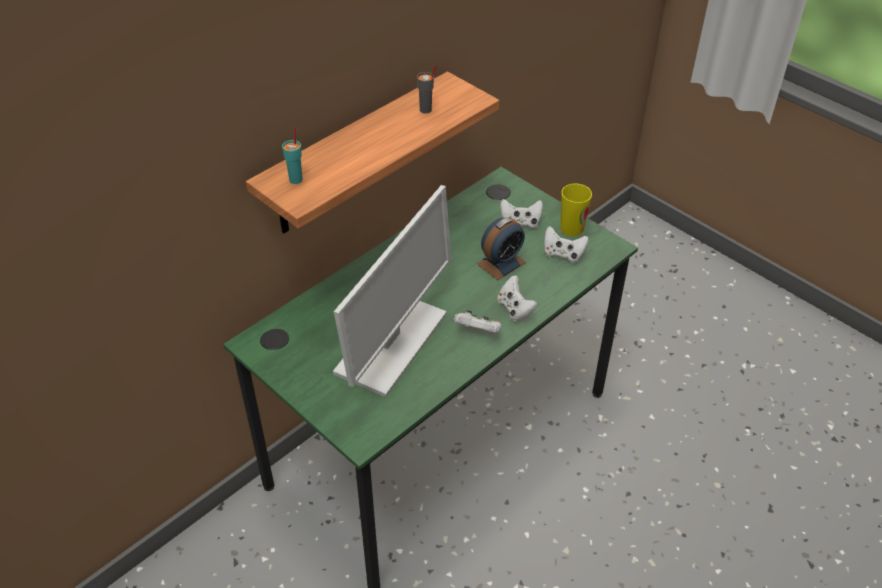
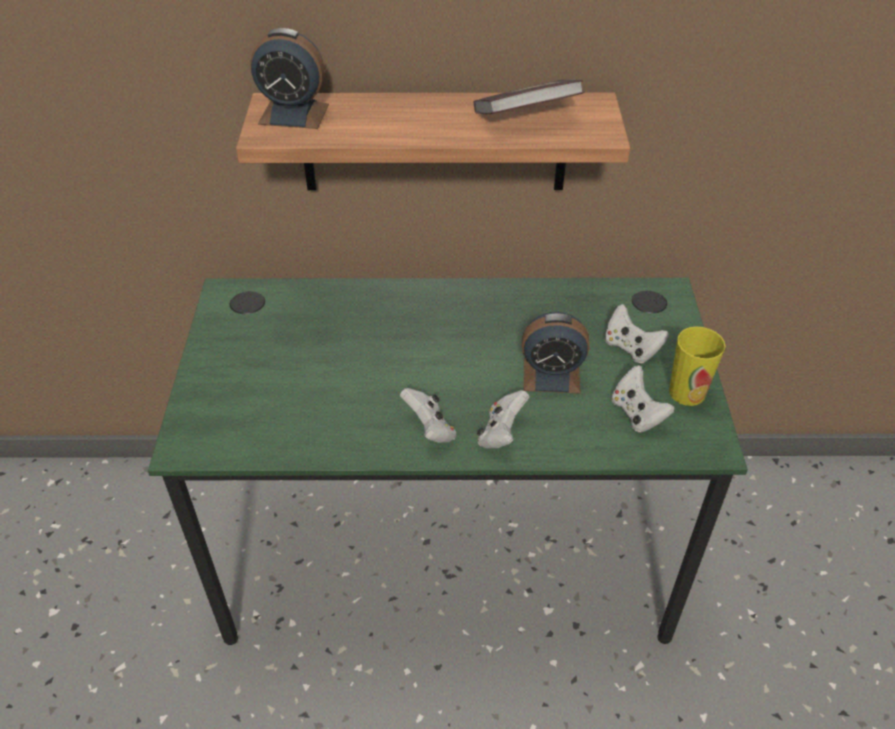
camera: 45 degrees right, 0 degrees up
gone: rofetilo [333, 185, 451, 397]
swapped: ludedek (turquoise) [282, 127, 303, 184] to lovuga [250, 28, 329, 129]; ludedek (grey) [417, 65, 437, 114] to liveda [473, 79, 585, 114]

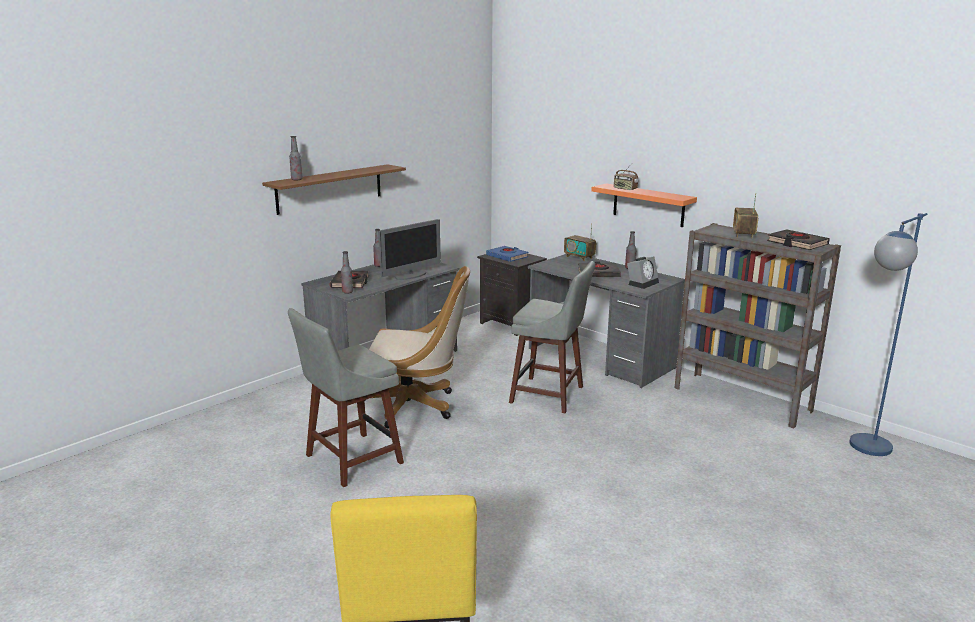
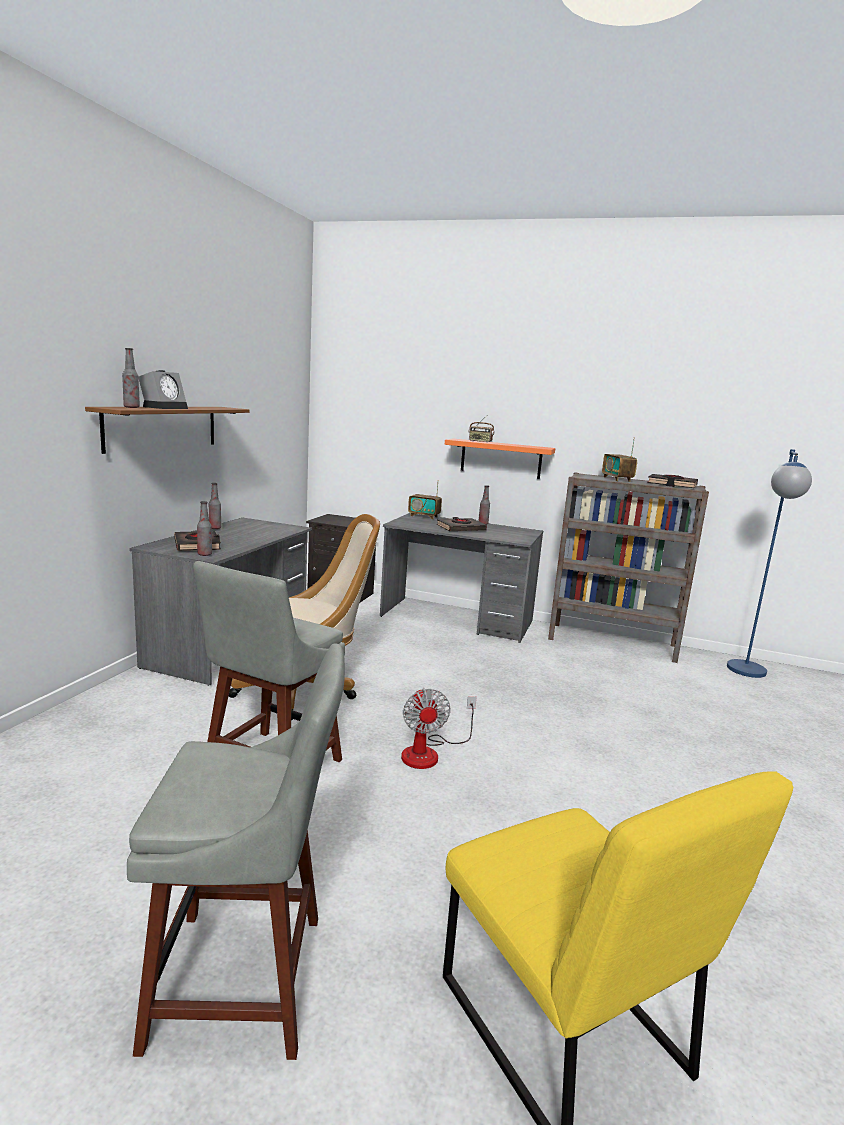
camera: 25 degrees left, 5 degrees down
gone: rofetilo [379, 219, 441, 280]; liveda (blue) [486, 246, 529, 262]
new: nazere [401, 688, 477, 769]
shifted: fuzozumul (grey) [509, 261, 595, 413] to [127, 643, 345, 1060]; lovuga [627, 256, 659, 289] to [138, 370, 188, 409]

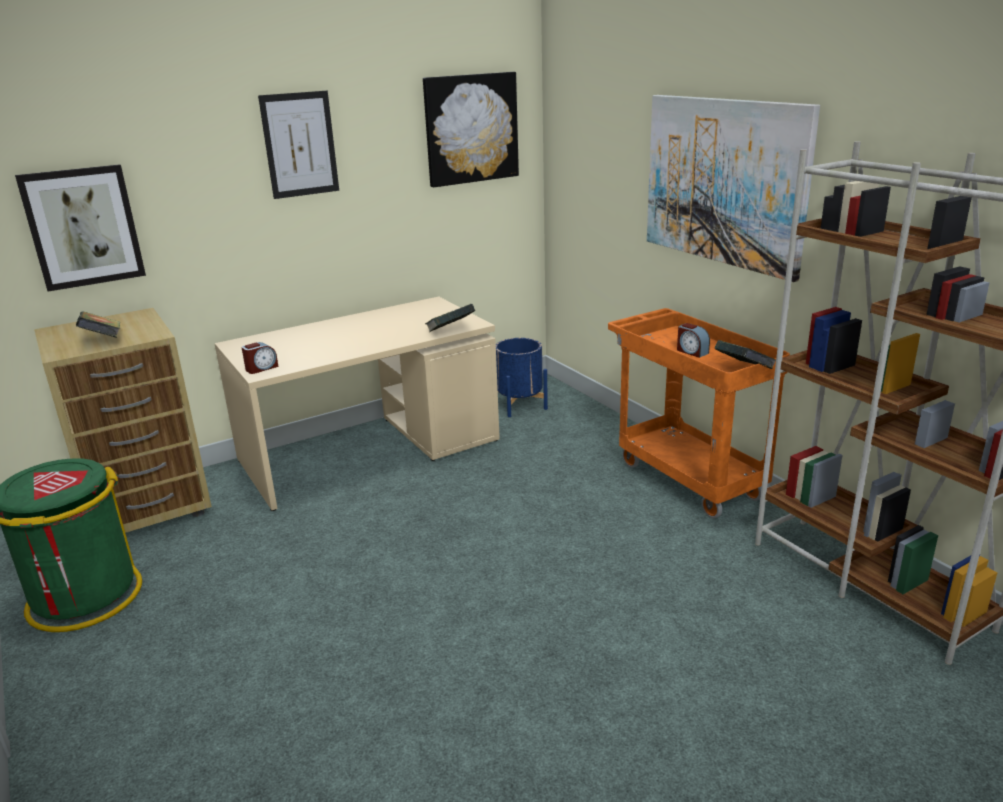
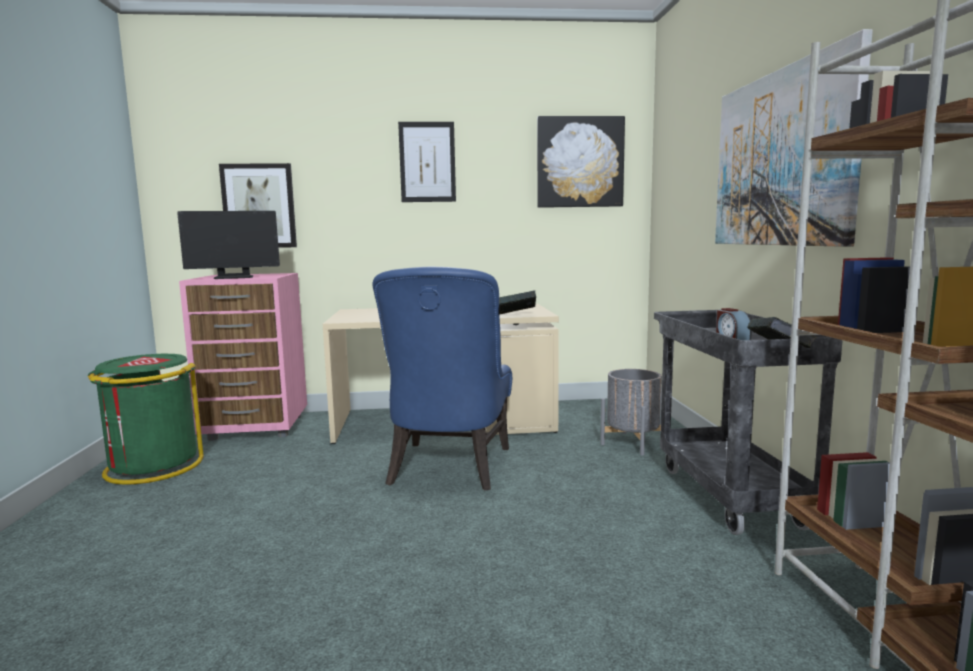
camera: 25 degrees right, 15 degrees down
gone: lovuga [242, 342, 279, 374]; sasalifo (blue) [496, 338, 548, 417]
new: fuzozumul (blue) [373, 267, 512, 490]; sasalifo (grey) [600, 369, 662, 456]
swapped: liveda [76, 311, 120, 338] to rofetilo [177, 211, 280, 279]
repainted: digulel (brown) [34, 308, 212, 533] to digulel (pink) [179, 273, 307, 441]; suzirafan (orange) [608, 308, 790, 518] to suzirafan (grey) [654, 310, 843, 535]

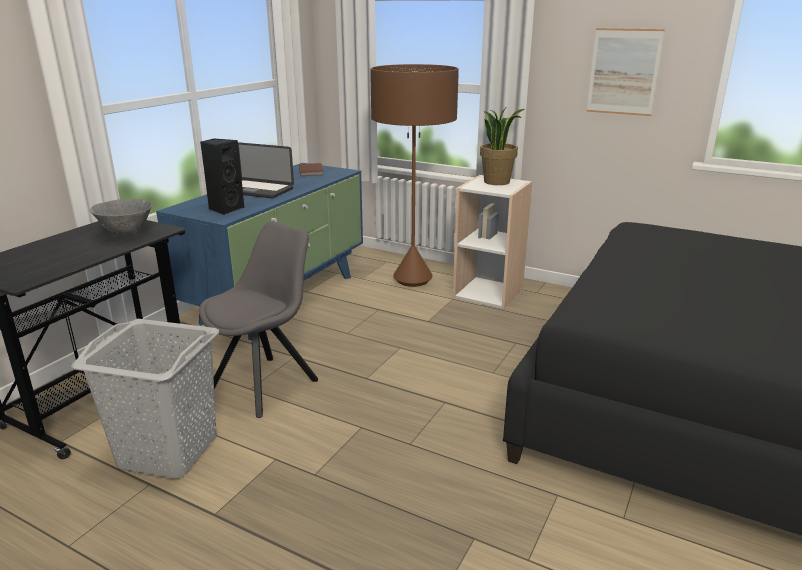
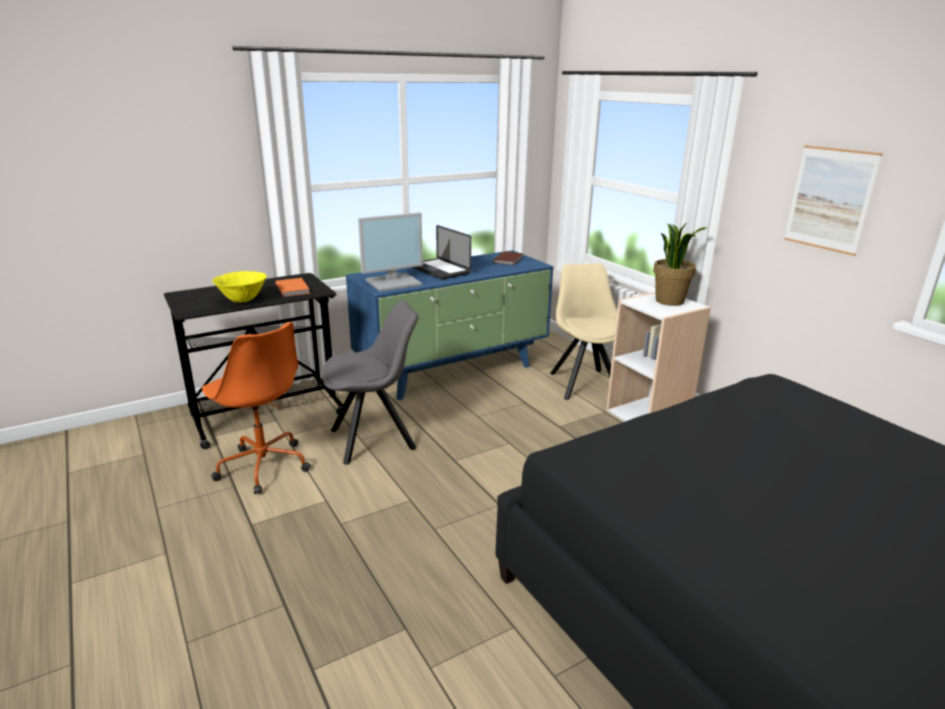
camera: 30 degrees right, 0 degrees up
new: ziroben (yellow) [213, 271, 267, 303]
swapped: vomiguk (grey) [71, 319, 219, 479] to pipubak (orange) [202, 322, 311, 494]; ziroben (grey) [89, 199, 152, 235] to liveda (orange) [275, 278, 310, 297]; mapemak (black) [200, 138, 244, 215] to rofetilo [358, 212, 423, 292]; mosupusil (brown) [370, 64, 459, 287] to fuzozumul (beige) [550, 263, 617, 400]

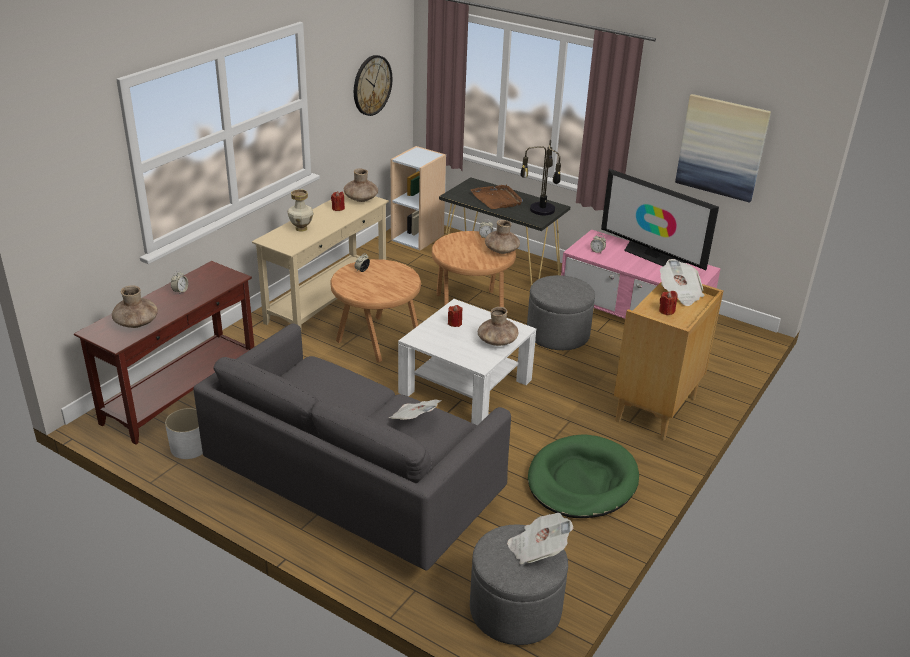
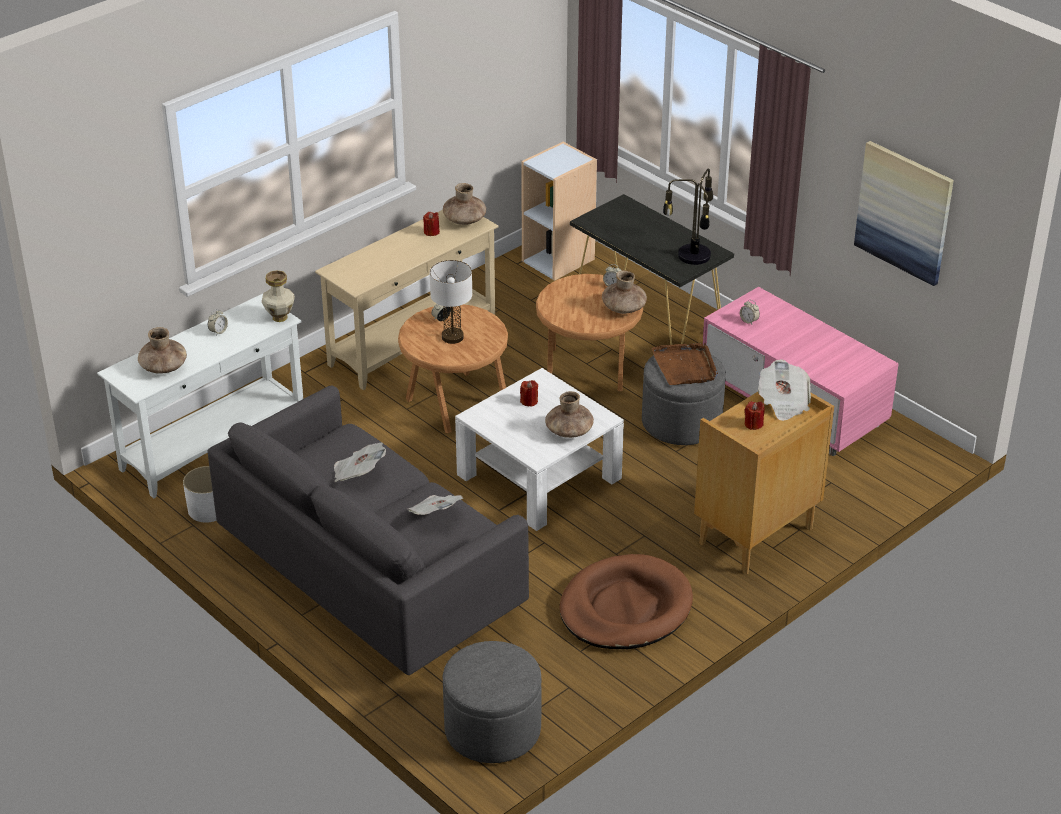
camera: 15 degrees right, 5 degrees up
gone: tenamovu [354, 55, 392, 116]; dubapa [601, 169, 719, 270]
new: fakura [430, 260, 472, 344]
shifted: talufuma [288, 189, 314, 232] to [262, 270, 295, 322]; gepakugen [507, 513, 573, 564] to [334, 442, 386, 482]; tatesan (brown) [471, 185, 523, 209] to [652, 343, 718, 385]
repainted: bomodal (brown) [74, 261, 254, 444] to bomodal (white) [97, 294, 303, 499]; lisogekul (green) [528, 435, 639, 518] to lisogekul (brown) [559, 554, 693, 649]

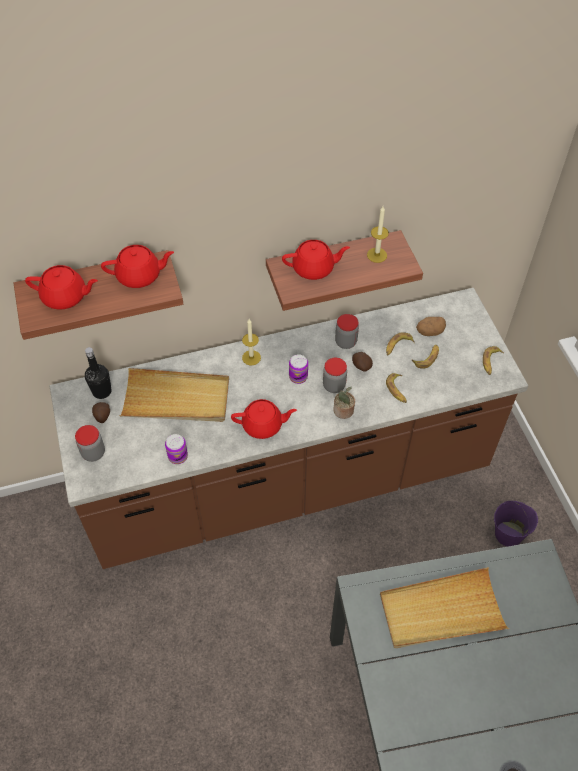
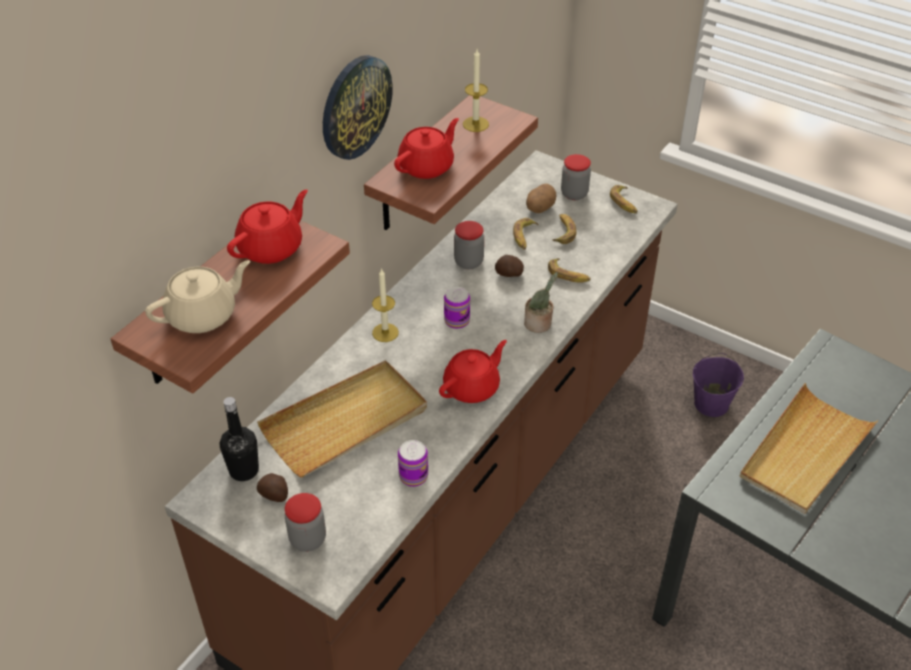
camera: 40 degrees left, 10 degrees down
new: tenamovu [323, 55, 393, 160]
shifted: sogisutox [323, 358, 347, 393] to [561, 154, 591, 200]
repainted: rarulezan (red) [25, 265, 98, 309] to rarulezan (beige) [145, 260, 250, 333]

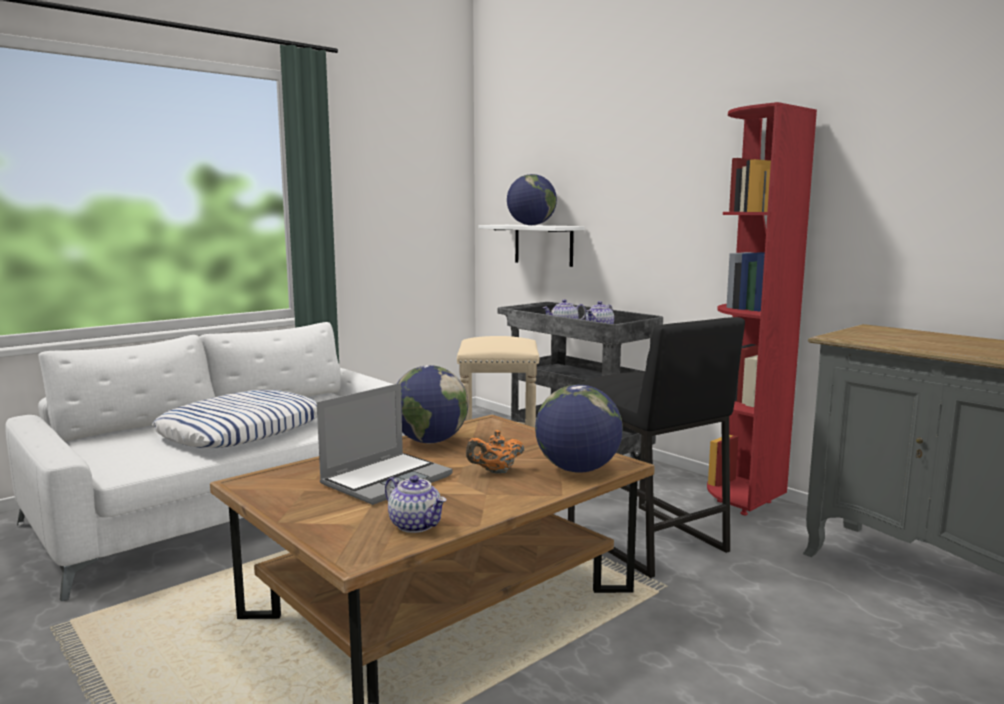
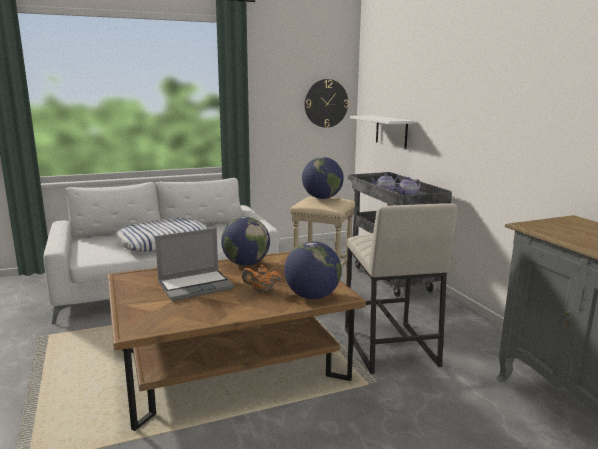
camera: 20 degrees right, 5 degrees up
gone: rarulezan [385, 475, 446, 533]; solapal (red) [707, 102, 817, 515]
new: tenamovu [305, 79, 349, 128]
shifted: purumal [507, 174, 557, 225] to [302, 157, 344, 199]
repainted: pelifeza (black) [568, 317, 745, 578] to pelifeza (beige) [345, 203, 457, 374]

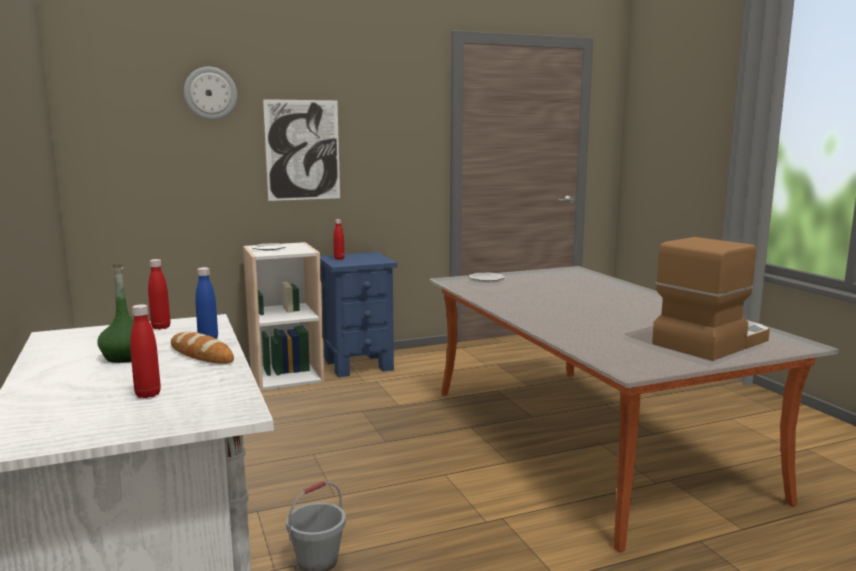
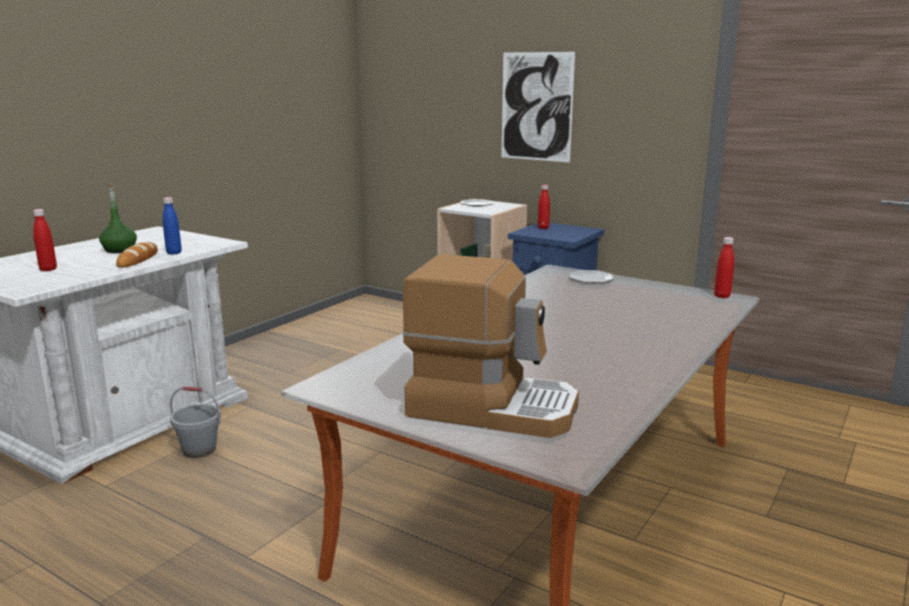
camera: 55 degrees right, 5 degrees up
gone: tenamovu [184, 67, 237, 120]
shifted: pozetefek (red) [148, 259, 171, 330] to [714, 237, 734, 298]

